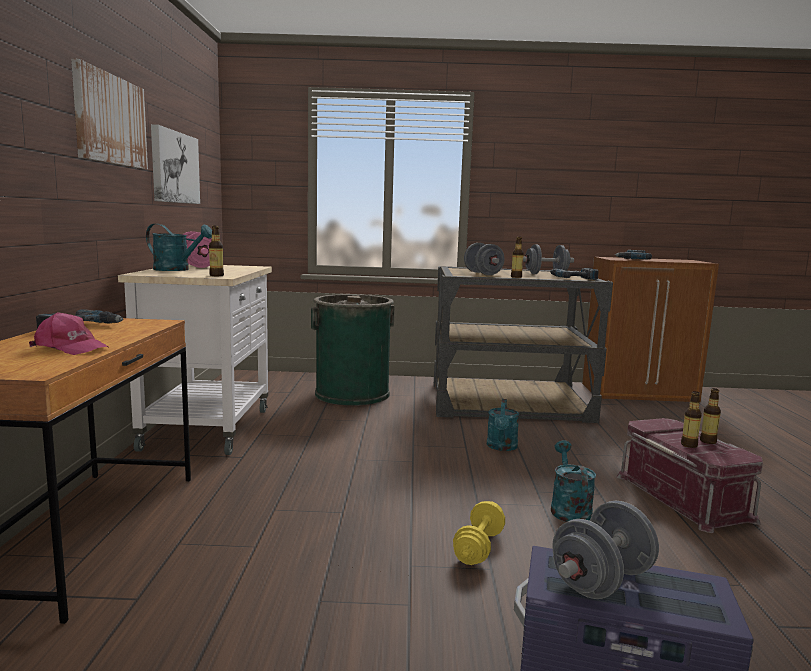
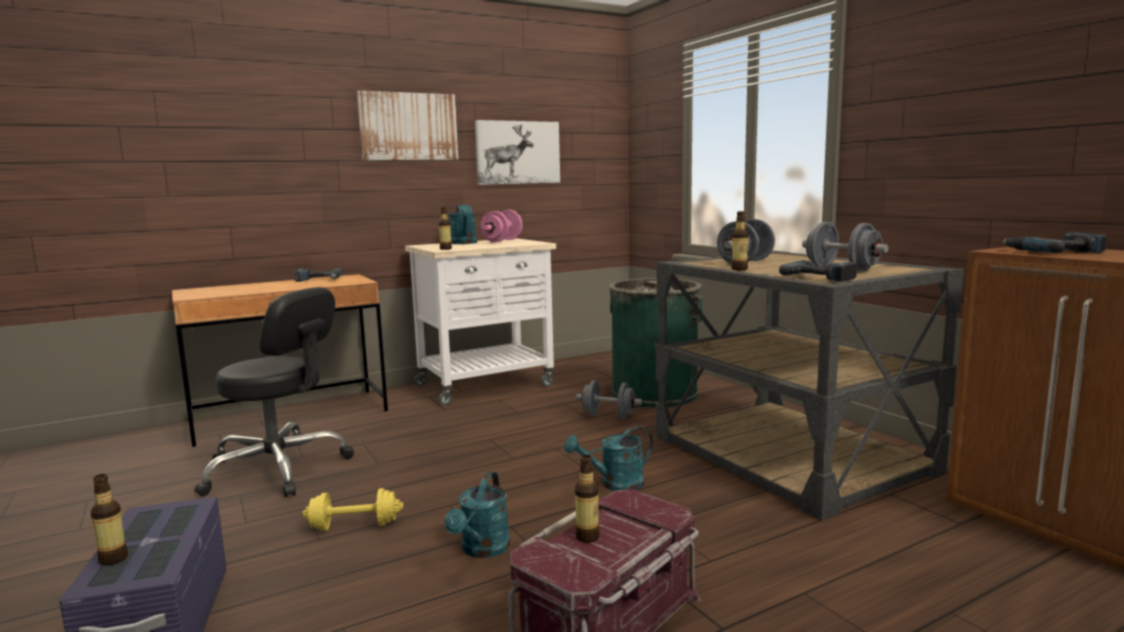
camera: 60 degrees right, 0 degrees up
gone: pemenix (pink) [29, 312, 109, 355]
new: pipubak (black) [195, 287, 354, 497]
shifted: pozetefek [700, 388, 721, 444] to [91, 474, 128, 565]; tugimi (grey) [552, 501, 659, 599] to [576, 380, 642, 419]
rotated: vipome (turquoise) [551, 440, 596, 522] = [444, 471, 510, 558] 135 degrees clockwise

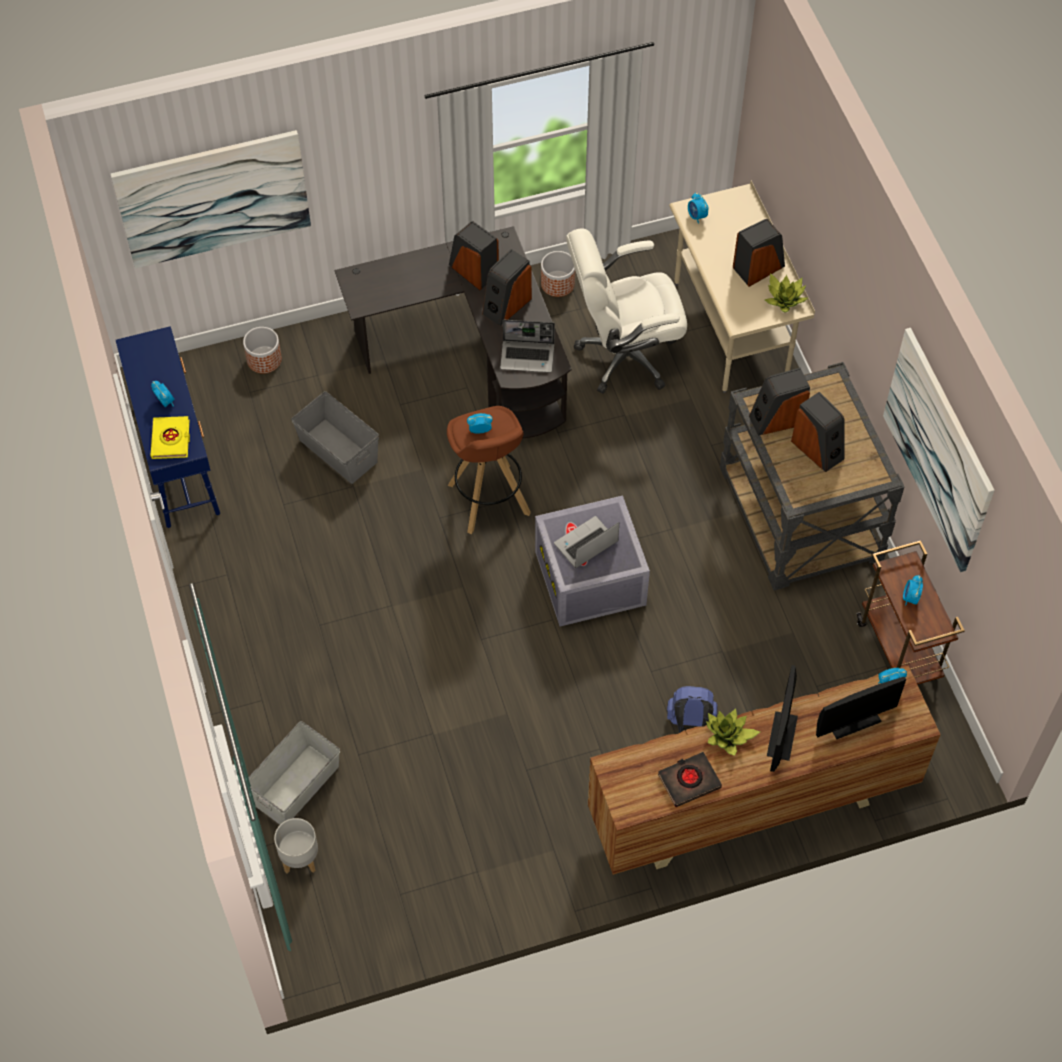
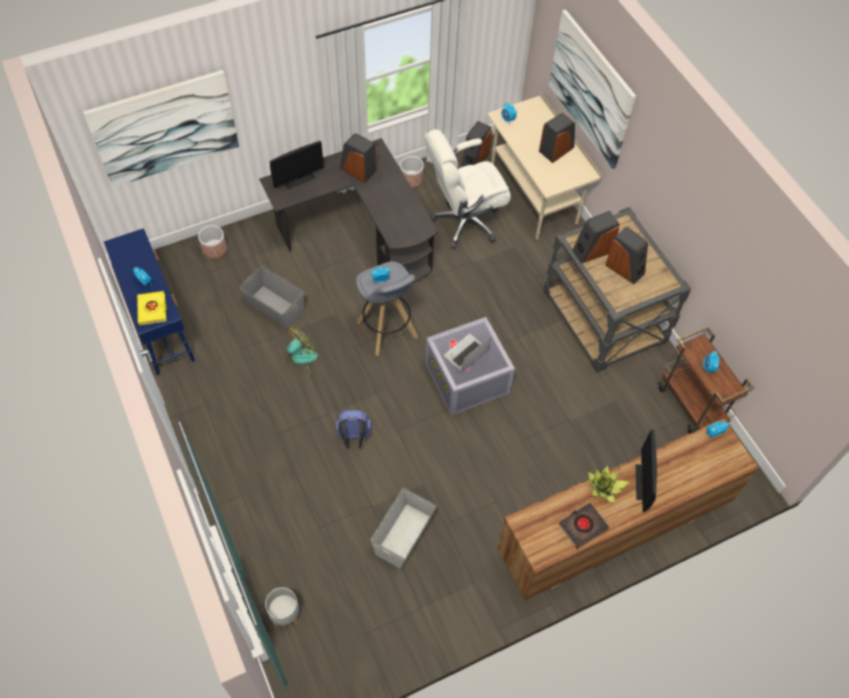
camera: 10 degrees left, 0 degrees up
gone: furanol [500, 320, 555, 373]; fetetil [765, 273, 808, 312]
new: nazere [282, 325, 318, 378]
shifted: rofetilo [816, 677, 906, 739] to [270, 141, 324, 189]; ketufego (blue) [667, 686, 718, 733] to [336, 410, 372, 449]; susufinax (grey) [248, 721, 340, 825] to [371, 488, 437, 569]; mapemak [482, 249, 532, 326] to [461, 121, 492, 166]; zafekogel [883, 328, 994, 572] to [549, 9, 636, 169]
repainted: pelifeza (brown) [447, 406, 531, 534] to pelifeza (grey) [356, 261, 418, 356]

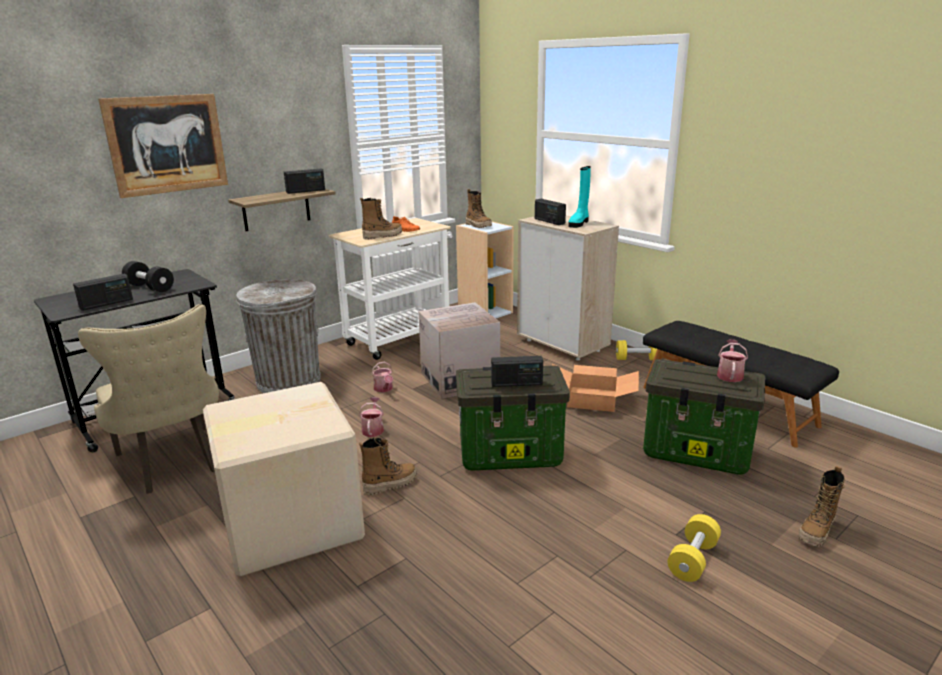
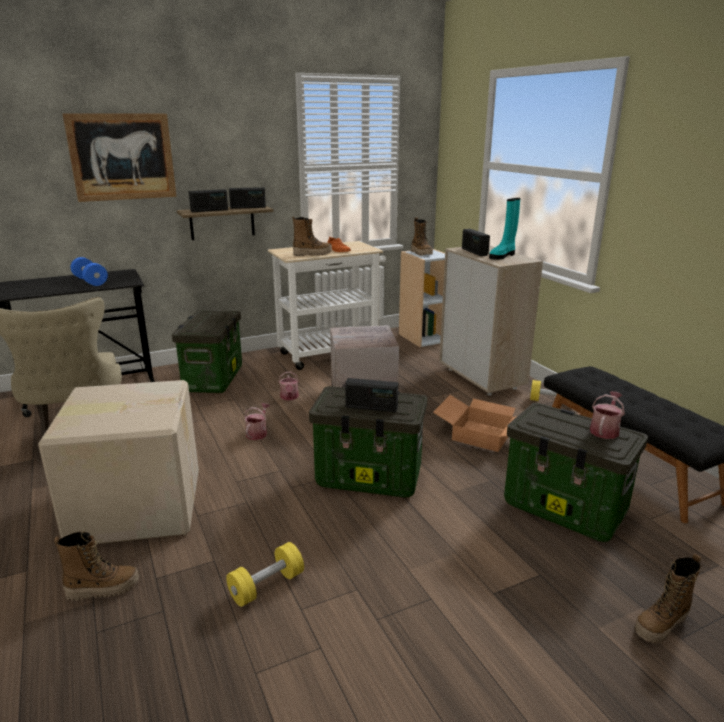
camera: 15 degrees right, 0 degrees up
shifted: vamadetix [359, 438, 416, 495] to [54, 531, 139, 601]; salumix [73, 273, 133, 311] to [189, 189, 228, 212]; tugimi (yellow) [667, 514, 721, 582] to [226, 542, 304, 607]
swapped: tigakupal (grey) [236, 279, 321, 393] to susufinax [172, 310, 242, 393]
repainted: tugimi (black) [122, 261, 174, 292] to tugimi (blue) [70, 257, 108, 286]

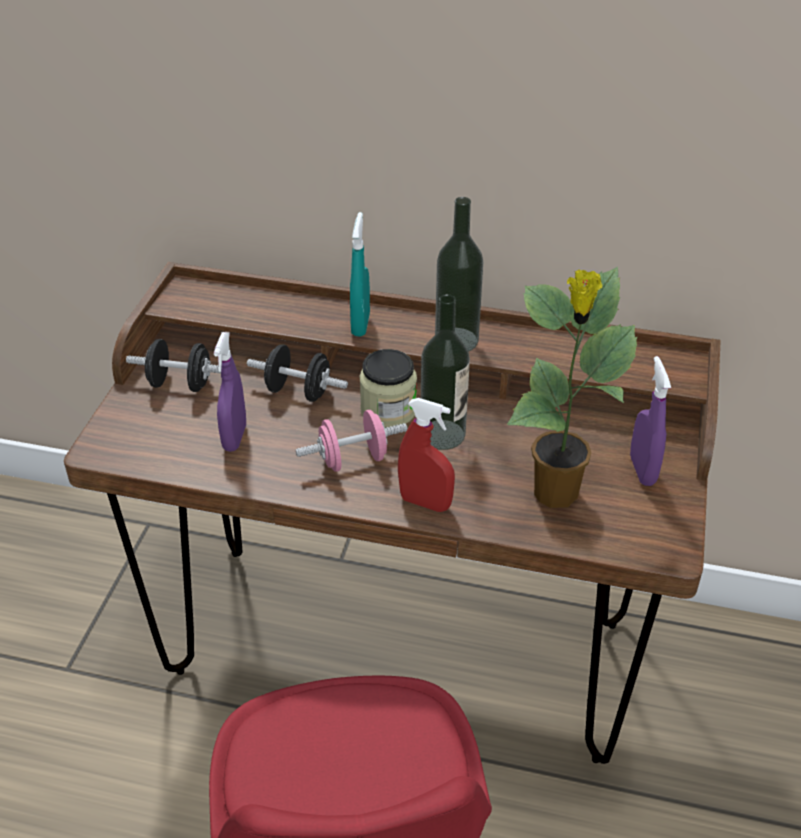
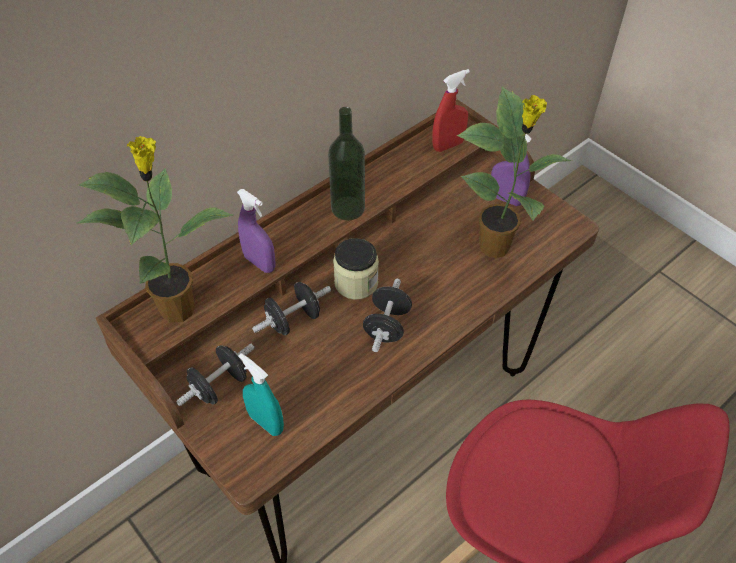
camera: 55 degrees left, 10 degrees up
gone: pozetefek [421, 294, 470, 450]
new: fetetil [77, 136, 233, 323]
shifted: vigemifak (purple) [214, 332, 246, 452] to [237, 189, 275, 273]; vigemifak (turquoise) [350, 212, 370, 337] to [239, 353, 284, 436]; vigemifak (red) [398, 398, 455, 512] to [432, 69, 470, 152]
repainted: tugimi (pink) [296, 410, 407, 472] to tugimi (black) [363, 279, 412, 352]

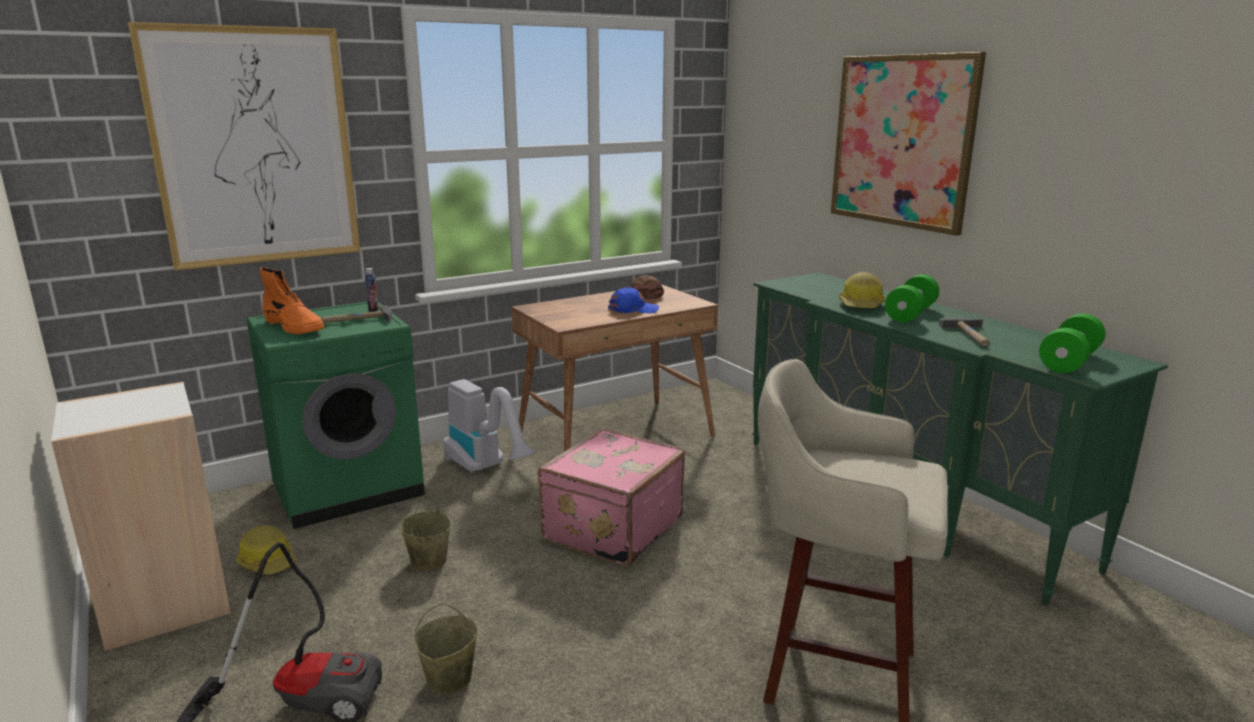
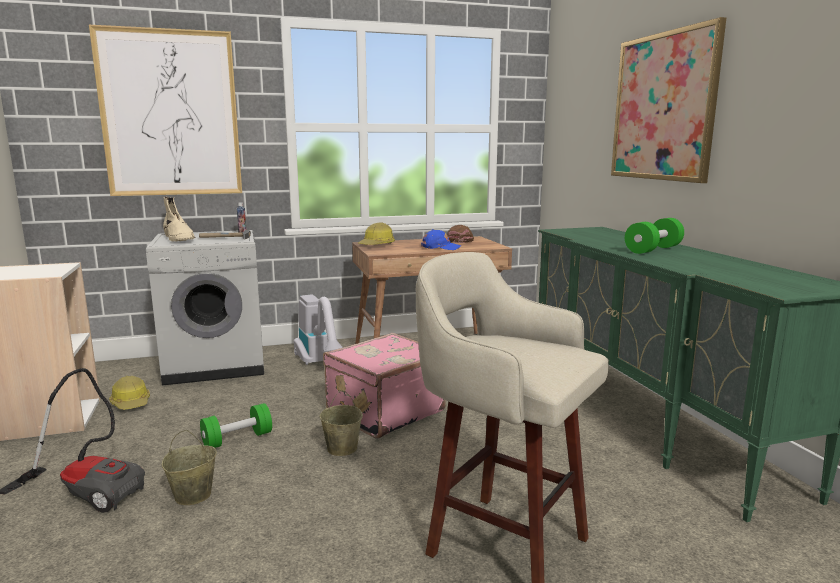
camera: 15 degrees right, 5 degrees down
gone: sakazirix [939, 318, 990, 347]
shifted: tugimi (green) [1039, 314, 1105, 373] to [200, 403, 272, 448]; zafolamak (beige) [400, 496, 451, 571] to [319, 390, 363, 456]; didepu [839, 272, 885, 308] to [358, 223, 395, 245]
repainted: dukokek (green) [247, 302, 425, 529] to dukokek (white) [146, 230, 264, 385]; vamadetix (orange) [259, 267, 325, 334] to vamadetix (beige) [163, 197, 195, 241]

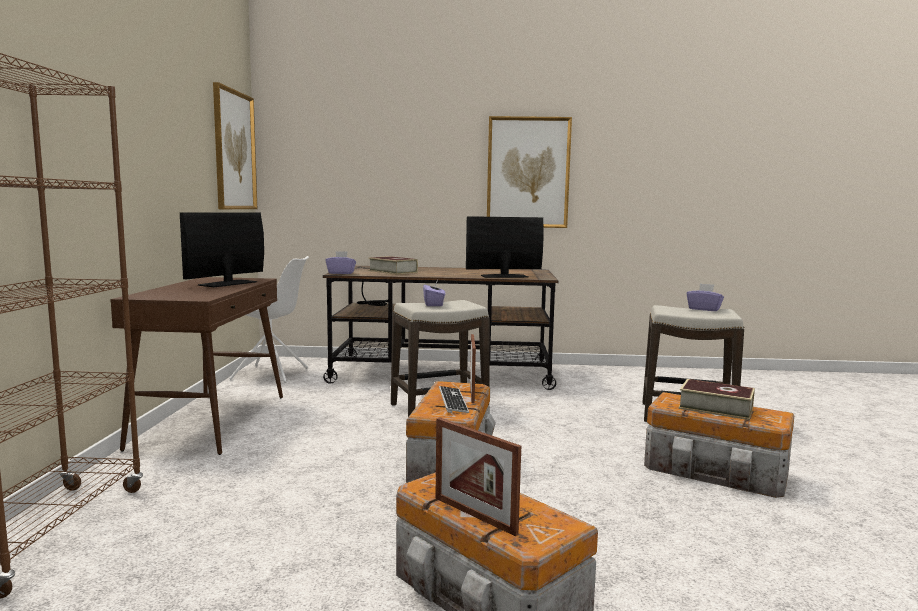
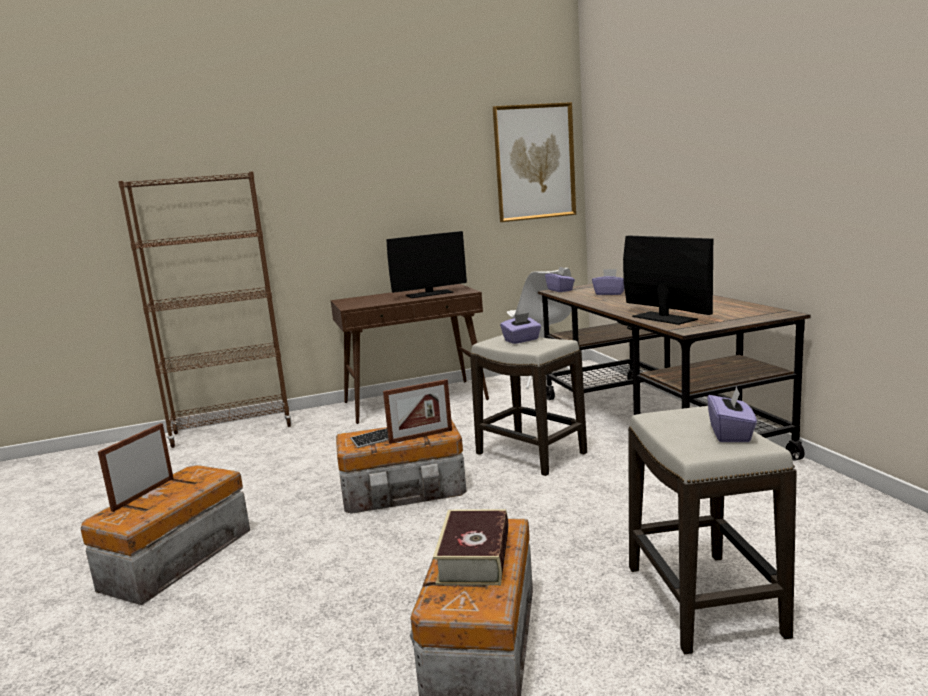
camera: 70 degrees right, 5 degrees up
gone: zafekogel [487, 116, 572, 228]
swapped: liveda [368, 256, 418, 275] to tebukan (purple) [592, 269, 625, 295]
rotated: rofetilo [180, 212, 264, 287] = [386, 231, 467, 298] 150 degrees clockwise

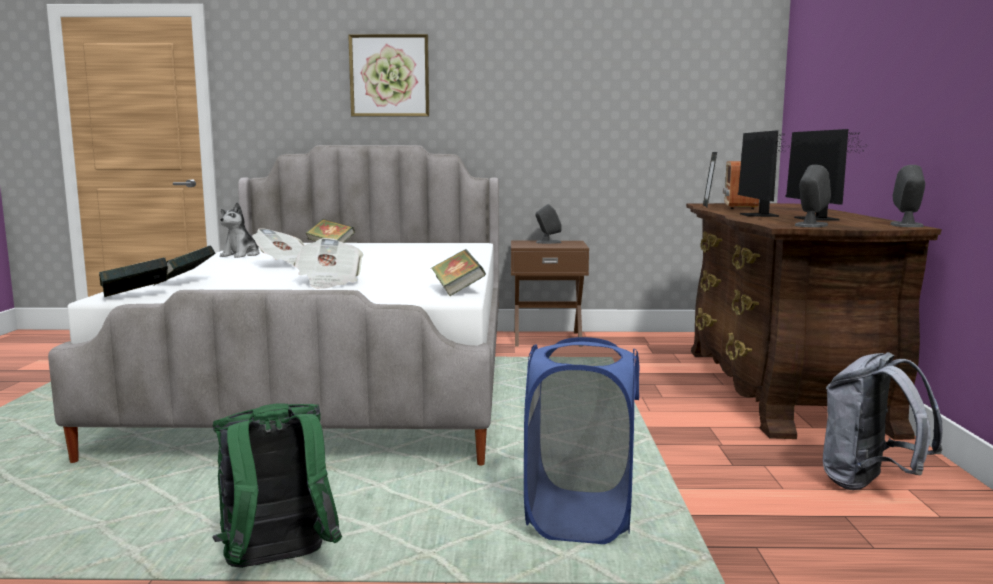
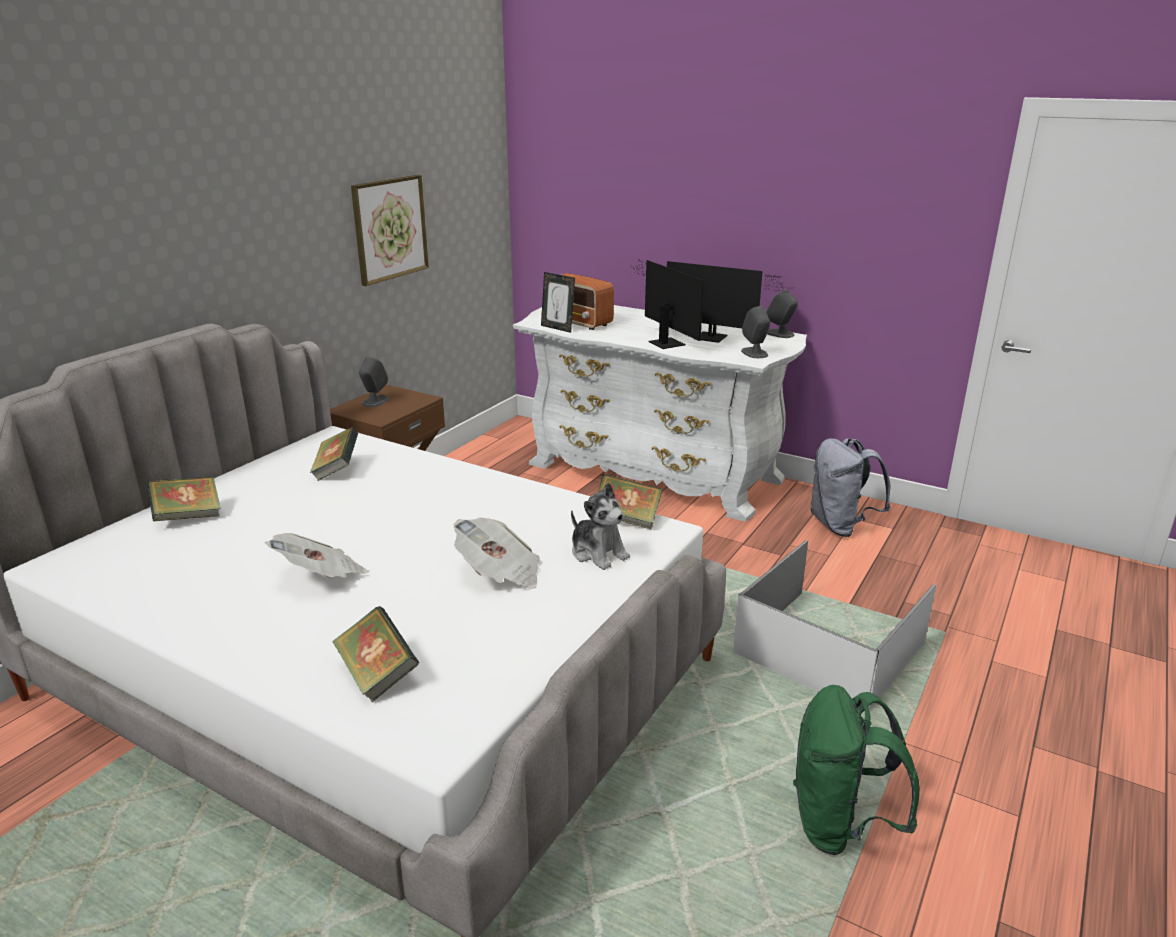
camera: 60 degrees left, 15 degrees up
shifted: liveda [99, 257, 168, 297] to [310, 427, 358, 481]; zafekogel [348, 34, 429, 116] to [351, 175, 429, 286]; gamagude [220, 202, 259, 258] to [571, 483, 630, 570]
swapped: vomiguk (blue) [524, 337, 639, 544] to susufinax (white) [733, 540, 936, 713]
repainted: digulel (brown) [686, 203, 942, 440] to digulel (white) [513, 305, 807, 522]
rotated: rofetilo [738, 130, 788, 217] = [631, 260, 703, 349] 150 degrees counterclockwise

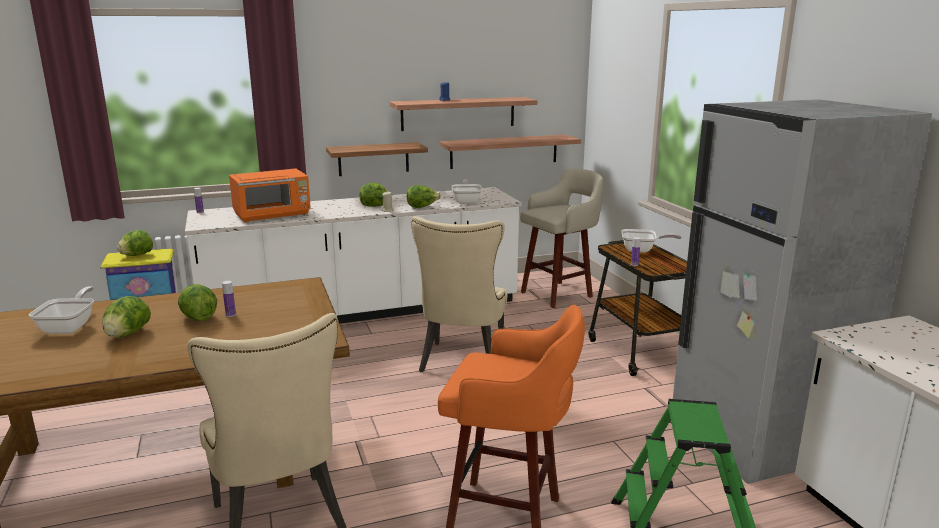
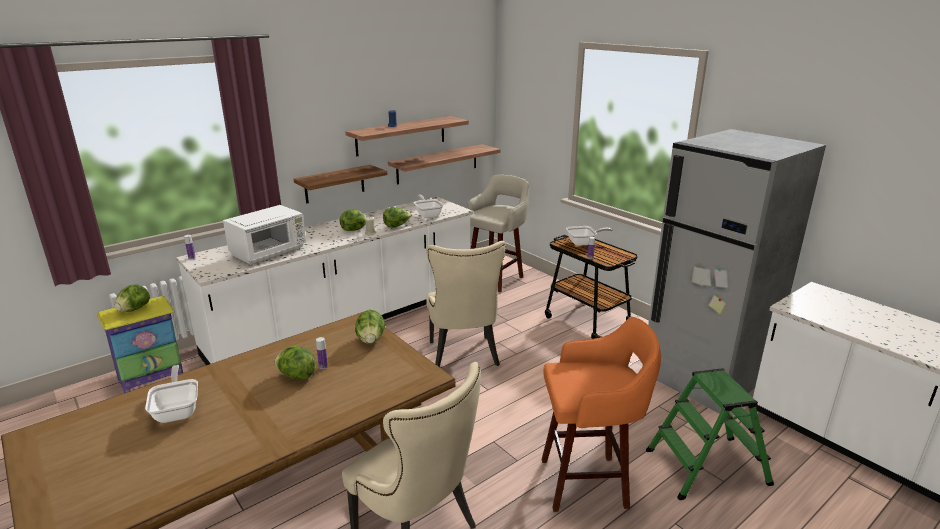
camera: 20 degrees left, 5 degrees up
shifted: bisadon [102, 296, 151, 338] to [355, 310, 385, 344]
repainted: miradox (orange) [229, 168, 311, 223] to miradox (white) [223, 205, 306, 264]

